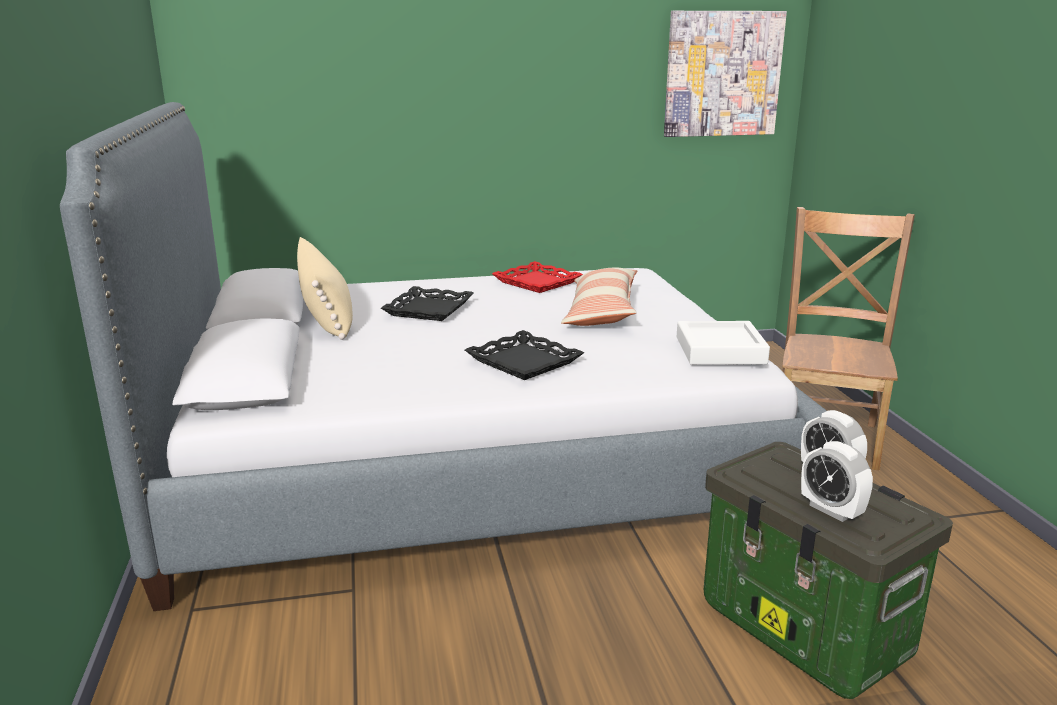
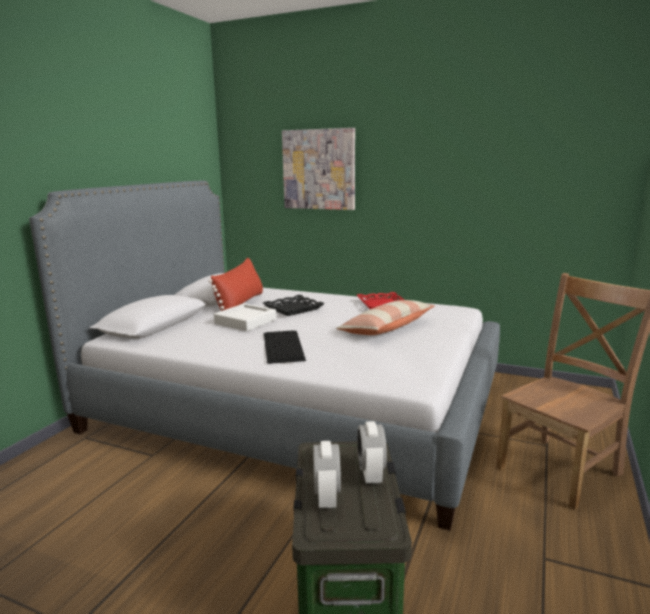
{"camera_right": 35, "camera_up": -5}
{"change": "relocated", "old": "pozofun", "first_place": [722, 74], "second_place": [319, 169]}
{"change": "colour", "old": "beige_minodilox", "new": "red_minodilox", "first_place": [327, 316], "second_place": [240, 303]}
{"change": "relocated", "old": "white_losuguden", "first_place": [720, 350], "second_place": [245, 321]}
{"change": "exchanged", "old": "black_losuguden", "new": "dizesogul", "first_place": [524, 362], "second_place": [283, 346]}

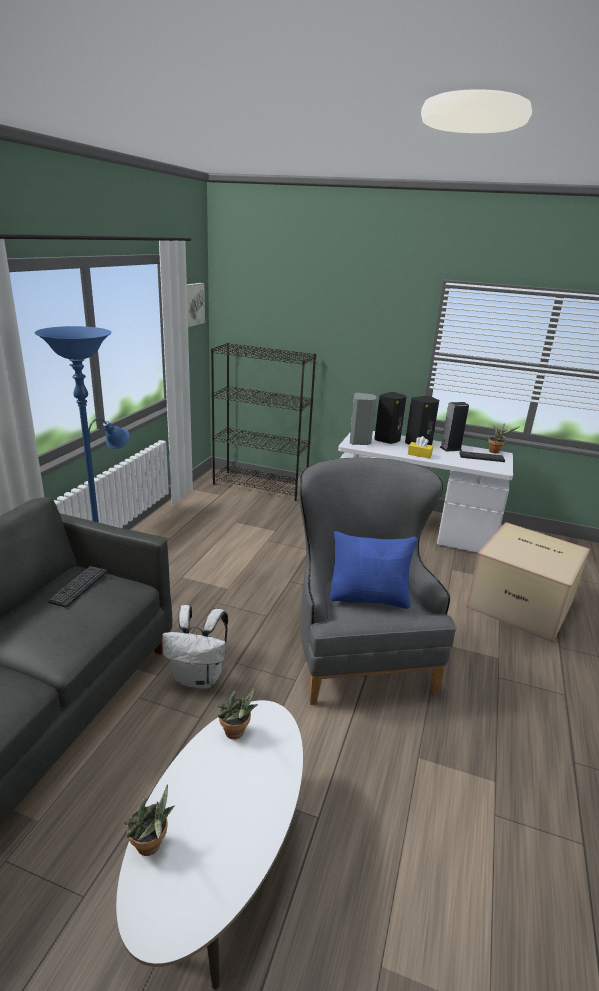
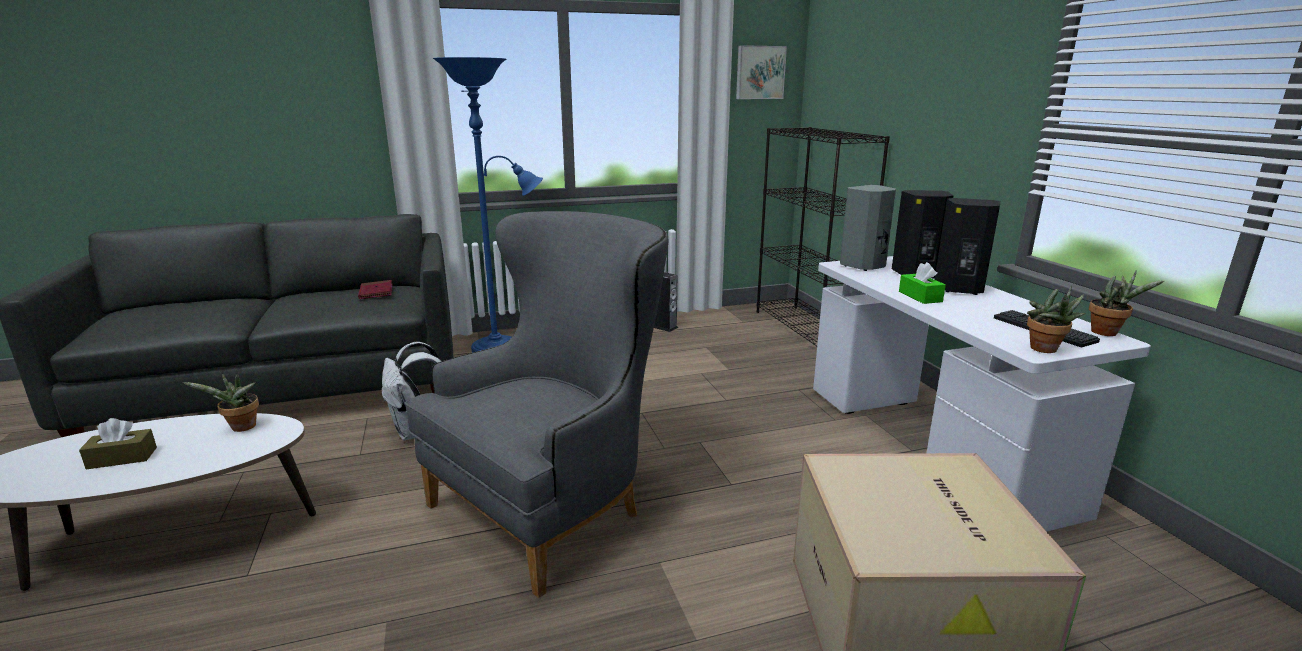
{"camera_right": 55, "camera_up": -5}
{"change": "relocated", "old": "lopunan", "first_place": [450, 448], "second_place": [665, 327]}
{"change": "colour", "old": "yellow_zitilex", "new": "green_zitilex", "first_place": [419, 454], "second_place": [920, 296]}
{"change": "missing", "old": "blue_minodilox", "first_place": [369, 598]}
{"change": "exchanged", "old": "dizesogul", "new": "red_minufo", "first_place": [79, 586], "second_place": [376, 292]}
{"change": "relocated", "old": "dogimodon", "first_place": [151, 846], "second_place": [1046, 350]}
{"change": "appeared", "new": "brown_zitilex", "second_place": [122, 458]}

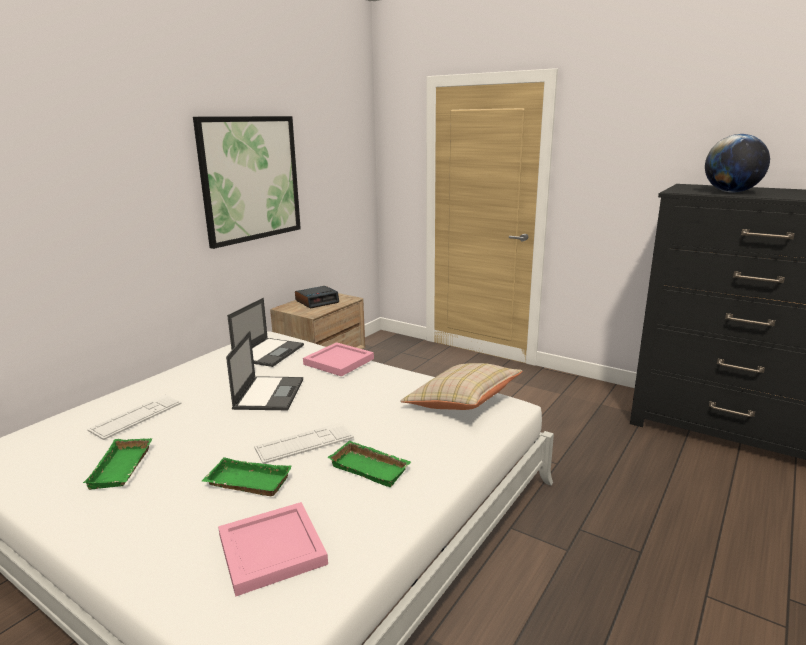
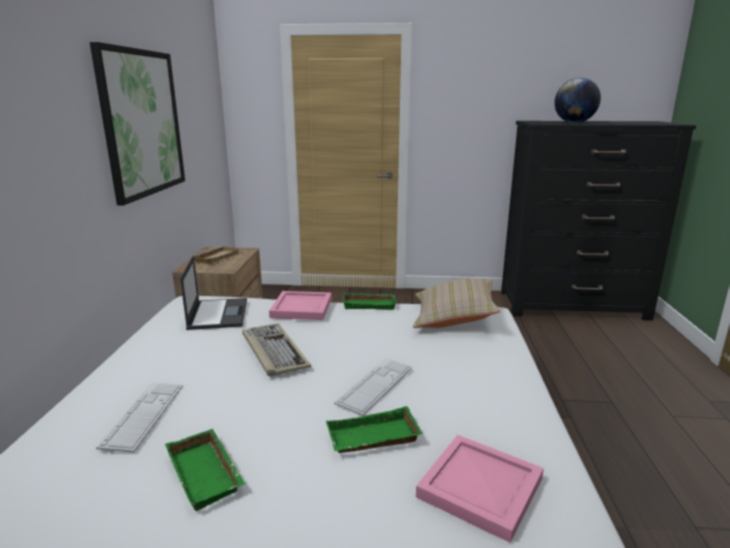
{"camera_right": -30, "camera_up": 0}
{"change": "exchanged", "old": "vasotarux", "new": "beige_losuguden", "first_place": [317, 301], "second_place": [216, 257]}
{"change": "exchanged", "old": "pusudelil", "new": "dizesogul", "first_place": [269, 393], "second_place": [273, 351]}
{"change": "relocated", "old": "green_losuguden", "first_place": [371, 467], "second_place": [369, 304]}

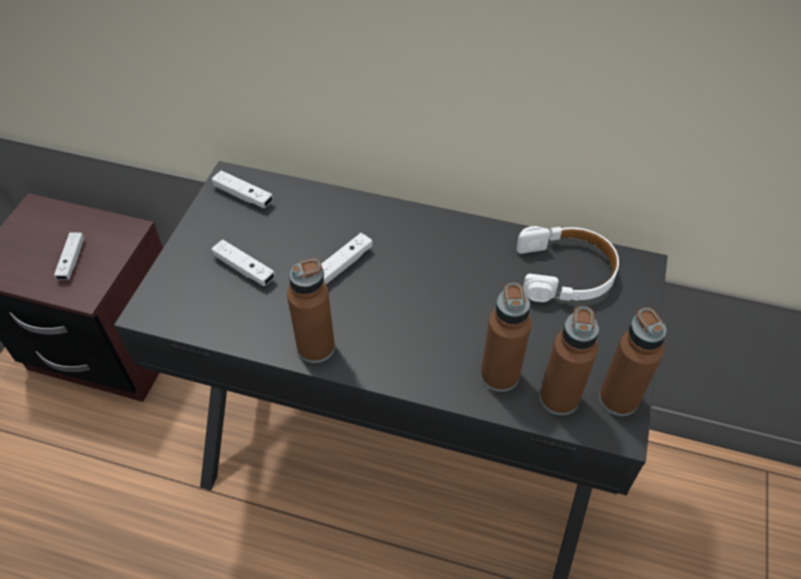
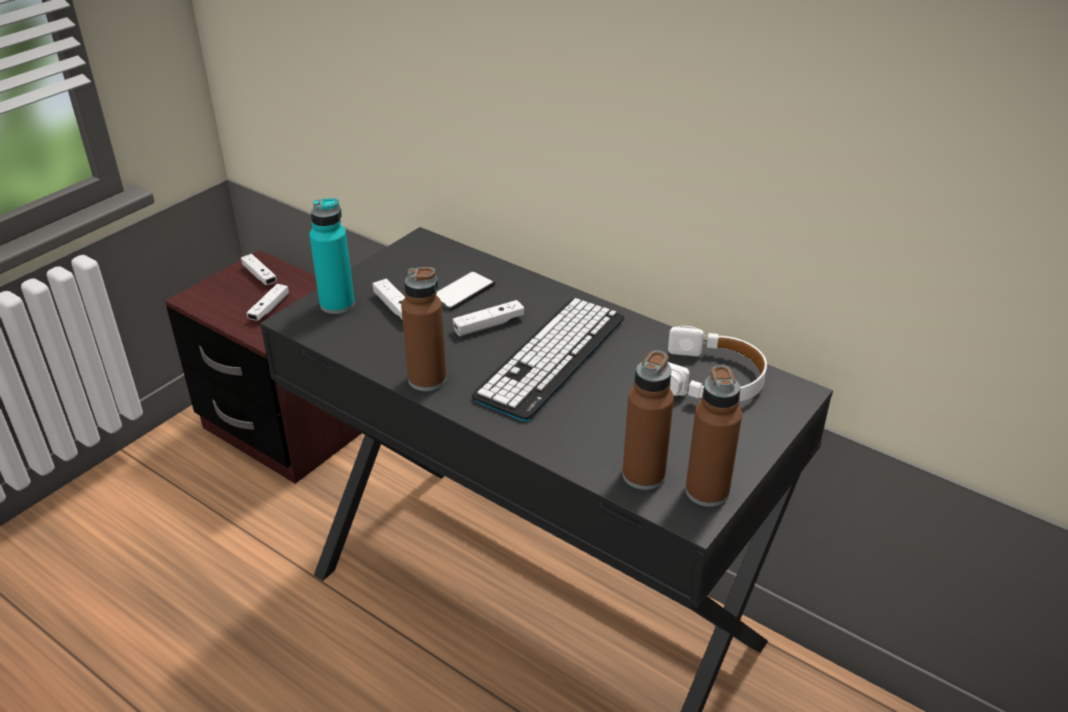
{"camera_right": 20, "camera_up": -15}
{"change": "relocated", "old": "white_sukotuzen", "first_place": [243, 196], "second_place": [259, 275]}
{"change": "missing", "old": "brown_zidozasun", "first_place": [499, 375]}
{"change": "appeared", "new": "turquoise_zidozasun", "second_place": [337, 304]}
{"change": "appeared", "new": "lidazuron", "second_place": [461, 291]}
{"change": "appeared", "new": "dizesogul", "second_place": [551, 358]}

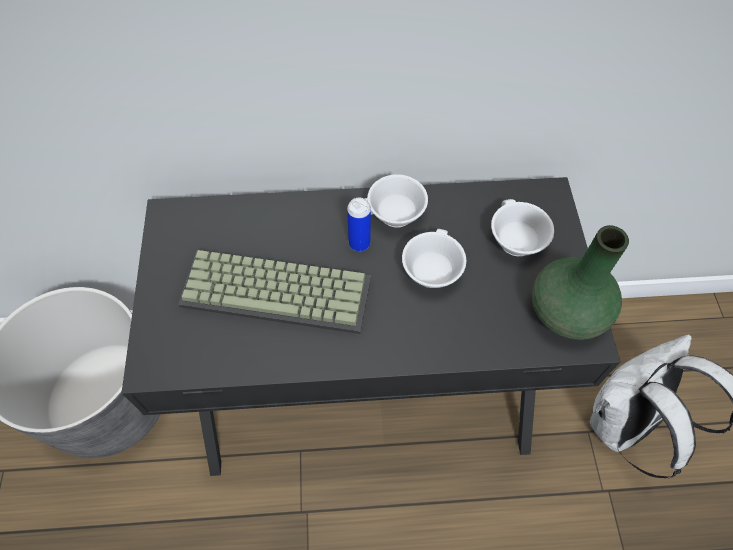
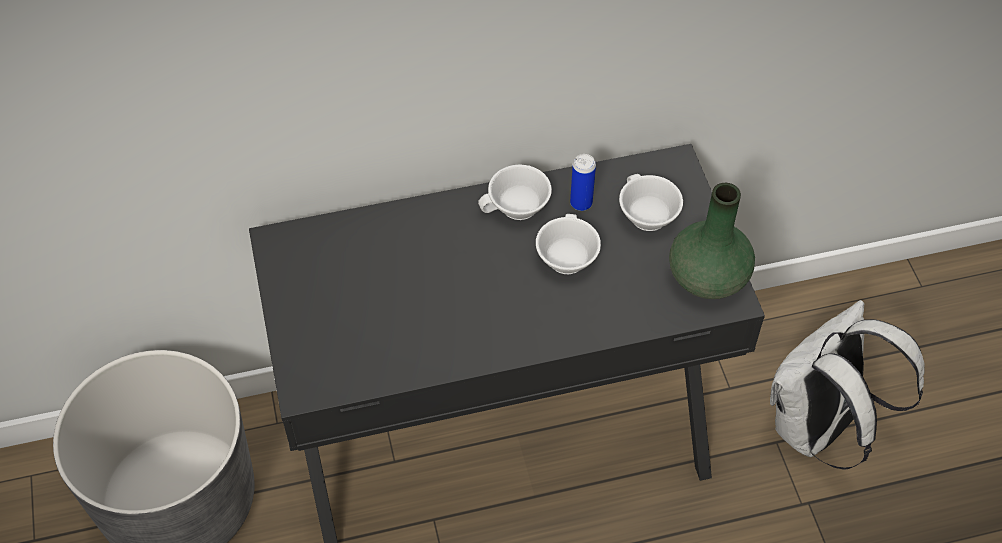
{"camera_right": -10, "camera_up": -5}
{"change": "relocated", "old": "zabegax", "first_place": [359, 243], "second_place": [581, 203]}
{"change": "missing", "old": "dizesogul", "first_place": [279, 289]}

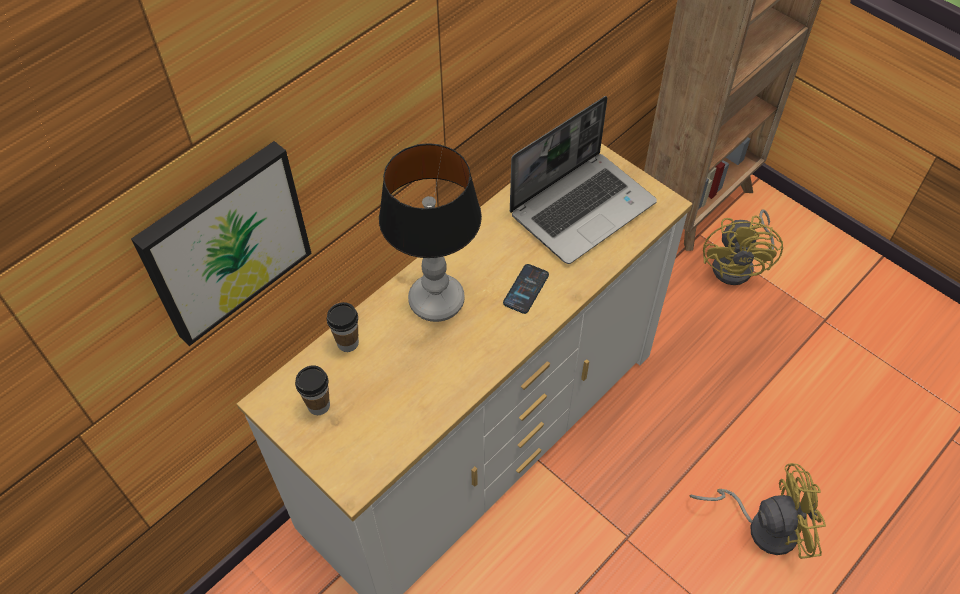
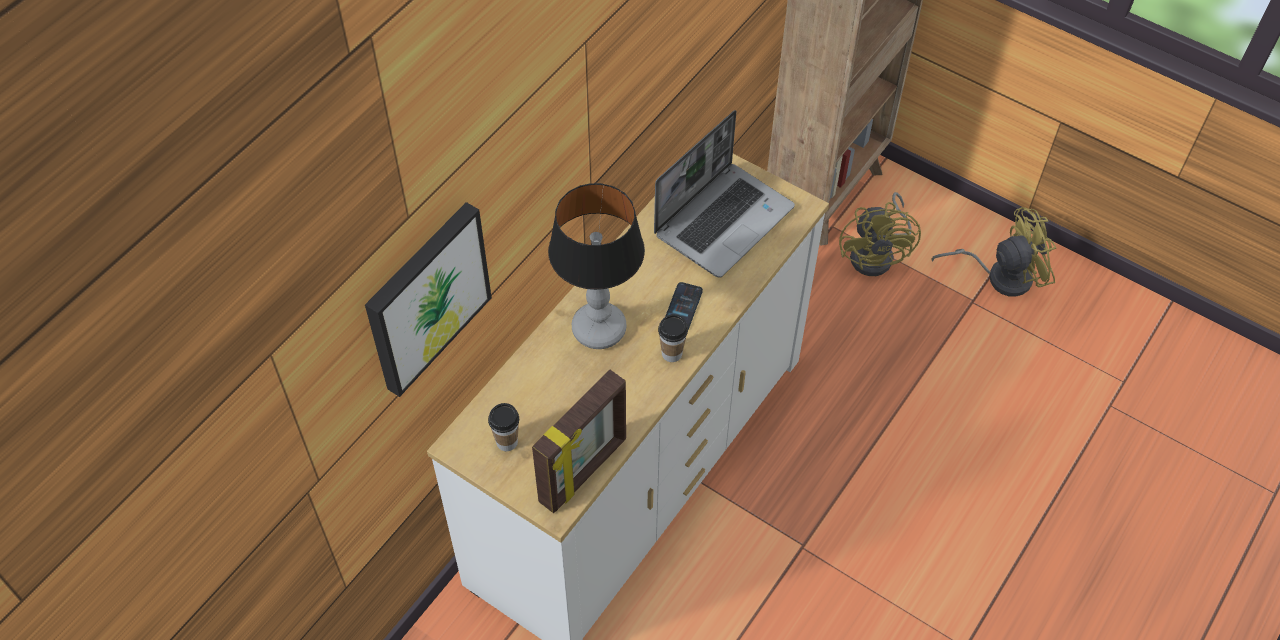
{"camera_right": -10, "camera_up": 0}
{"change": "relocated", "old": "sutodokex", "first_place": [348, 343], "second_place": [672, 353]}
{"change": "relocated", "old": "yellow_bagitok", "first_place": [763, 525], "second_place": [1000, 275]}
{"change": "appeared", "new": "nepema", "second_place": [584, 471]}

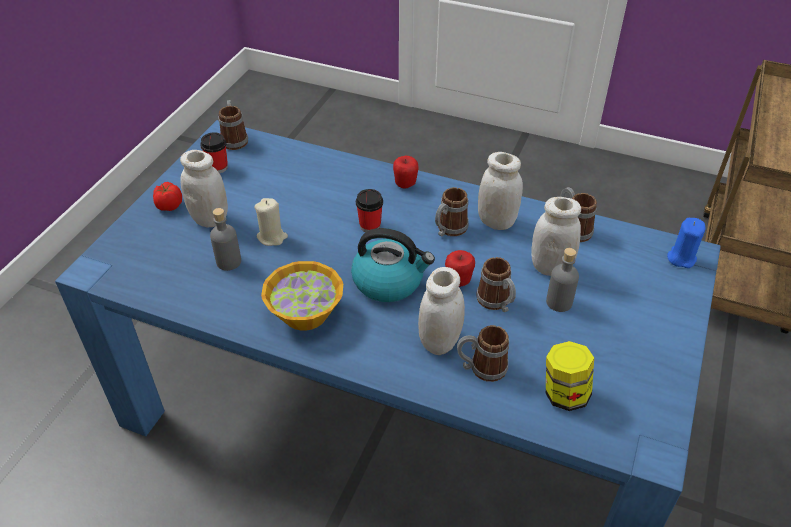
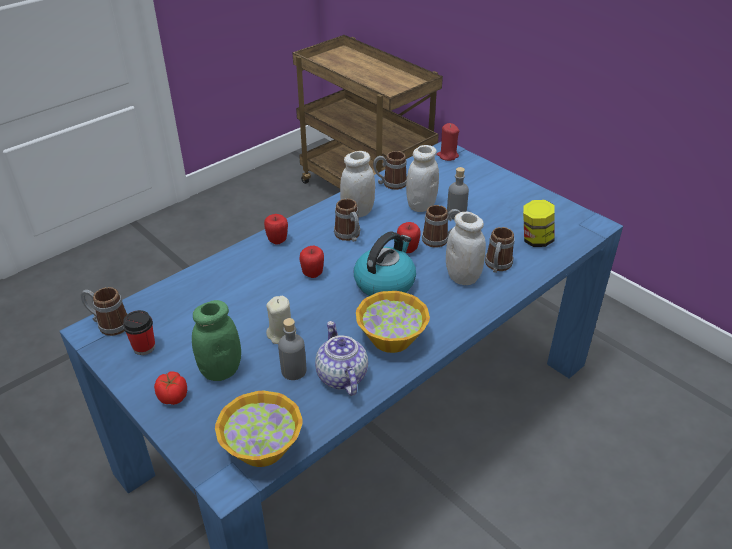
{"camera_right": -65, "camera_up": -5}
{"change": "colour", "old": "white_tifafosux", "new": "green_tifafosux", "first_place": [210, 219], "second_place": [221, 370]}
{"change": "exchanged", "old": "sutodokex", "new": "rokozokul", "first_place": [370, 226], "second_place": [312, 274]}
{"change": "colour", "old": "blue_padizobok", "new": "red_padizobok", "first_place": [681, 258], "second_place": [447, 156]}
{"change": "appeared", "new": "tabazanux", "second_place": [341, 376]}
{"change": "appeared", "new": "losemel", "second_place": [261, 447]}

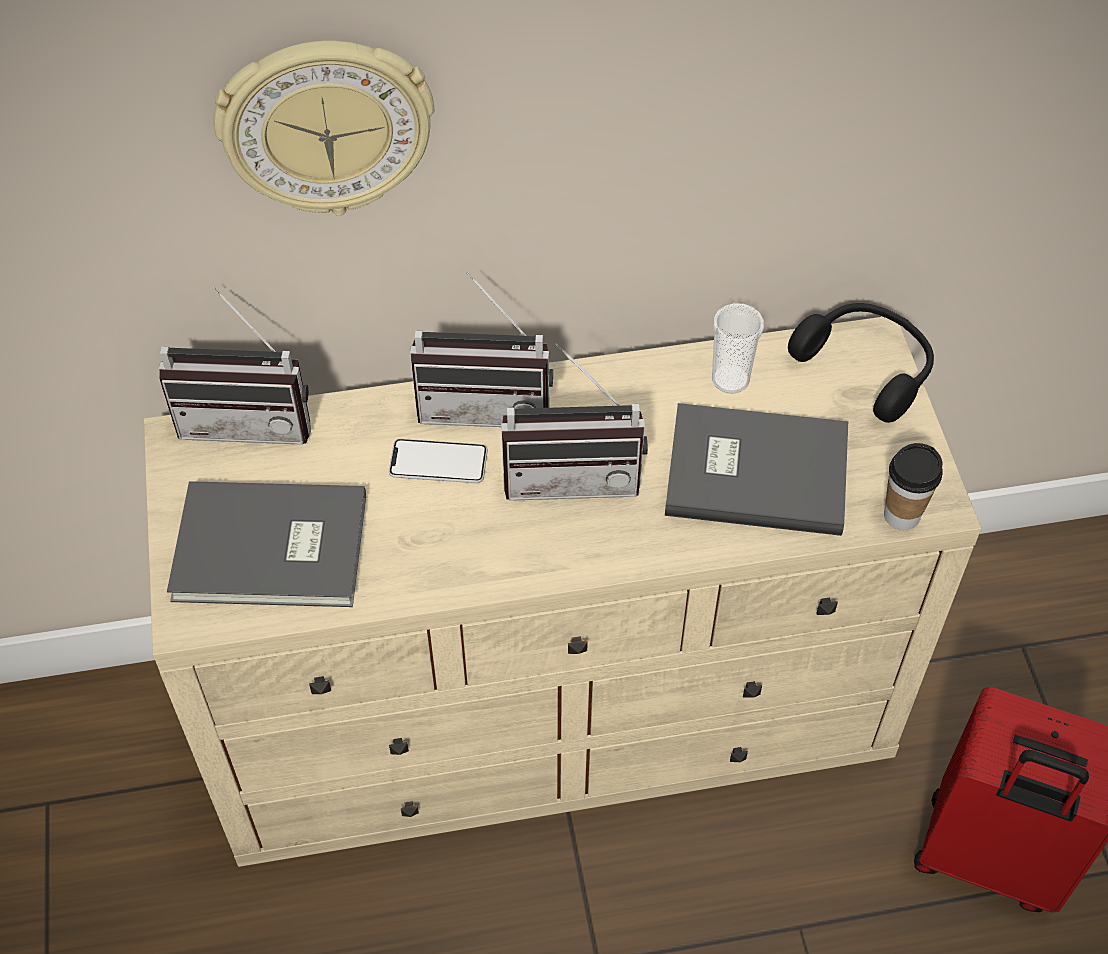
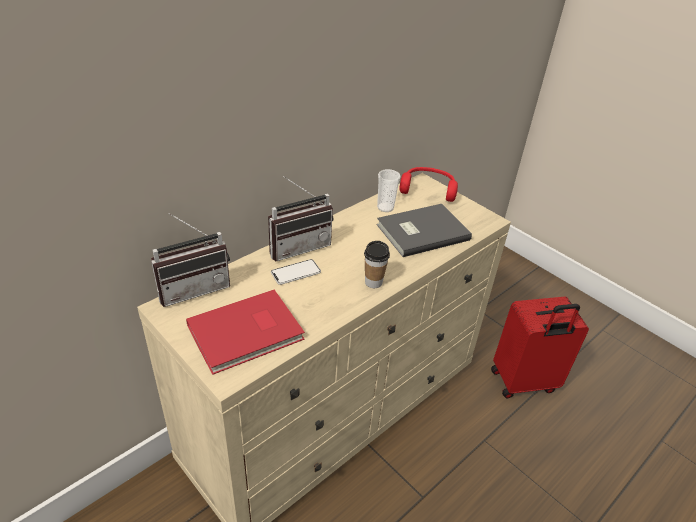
{"camera_right": -35, "camera_up": -15}
{"change": "missing", "old": "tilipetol", "first_place": [326, 126]}
{"change": "colour", "old": "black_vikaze", "new": "red_vikaze", "first_place": [867, 367], "second_place": [428, 189]}
{"change": "missing", "old": "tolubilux", "first_place": [573, 474]}
{"change": "relocated", "old": "sutodokex", "first_place": [901, 515], "second_place": [373, 282]}
{"change": "colour", "old": "grey_minufo", "new": "red_minufo", "first_place": [273, 552], "second_place": [248, 333]}

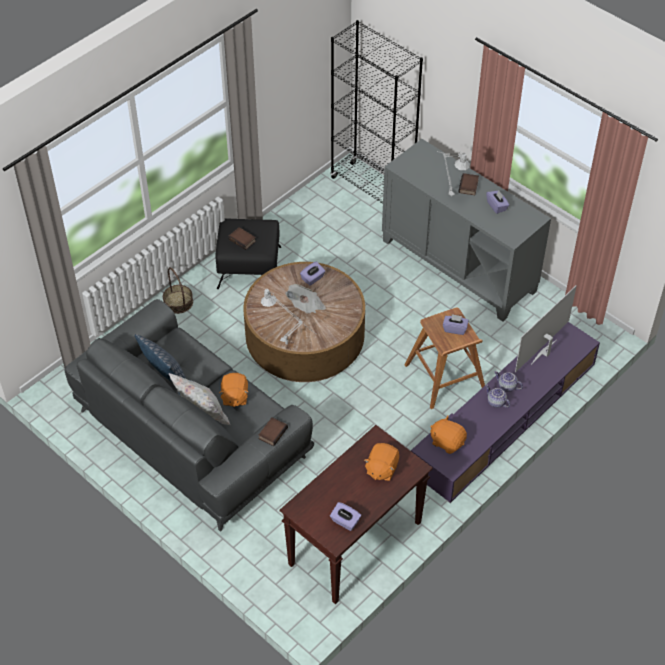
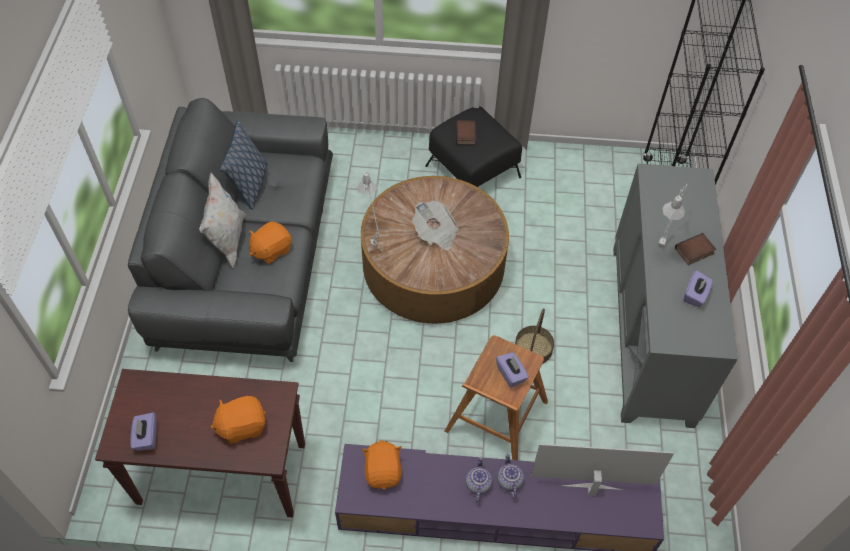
{"camera_right": 50, "camera_up": 5}
{"change": "missing", "old": "purple_zitilex", "first_place": [313, 278]}
{"change": "relocated", "old": "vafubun", "first_place": [178, 302], "second_place": [533, 348]}
{"change": "missing", "old": "minufo", "first_place": [272, 433]}

